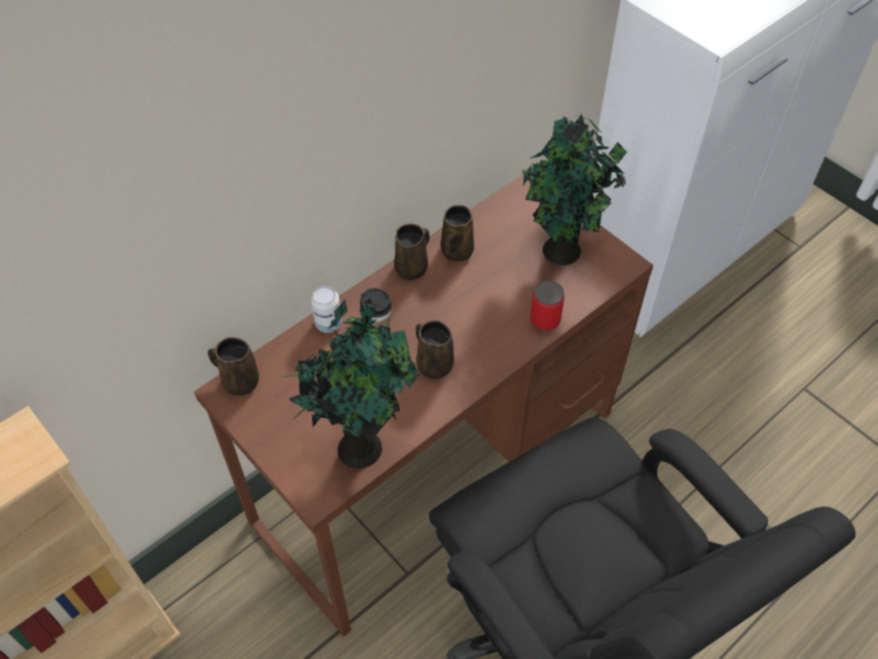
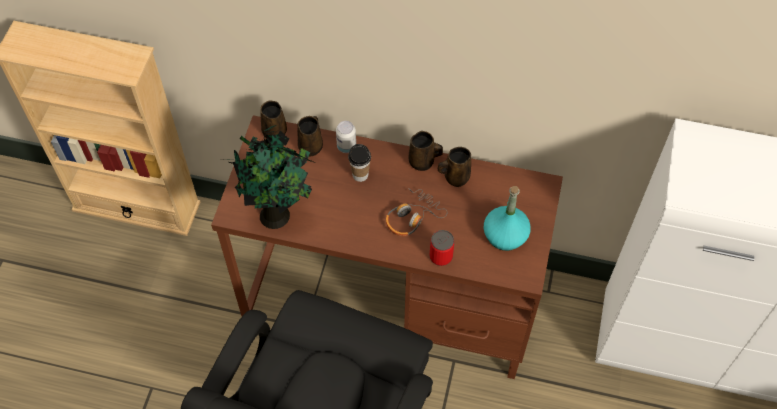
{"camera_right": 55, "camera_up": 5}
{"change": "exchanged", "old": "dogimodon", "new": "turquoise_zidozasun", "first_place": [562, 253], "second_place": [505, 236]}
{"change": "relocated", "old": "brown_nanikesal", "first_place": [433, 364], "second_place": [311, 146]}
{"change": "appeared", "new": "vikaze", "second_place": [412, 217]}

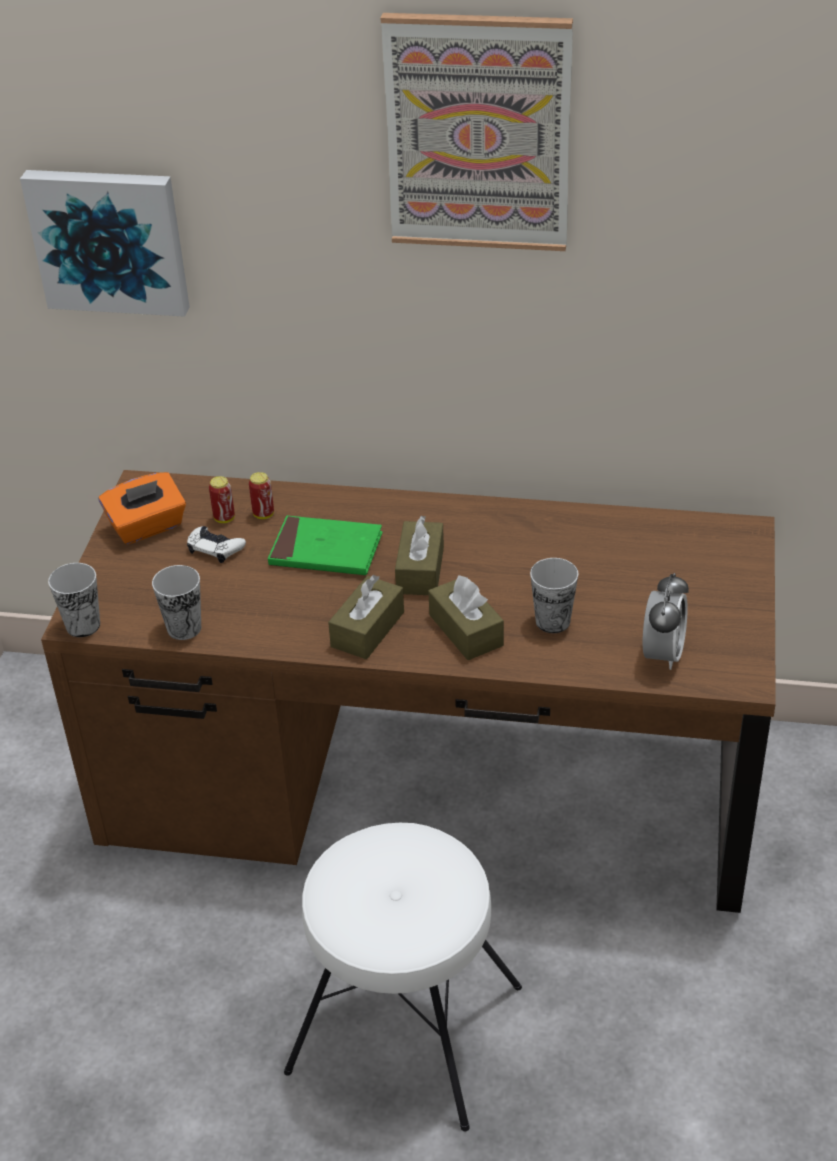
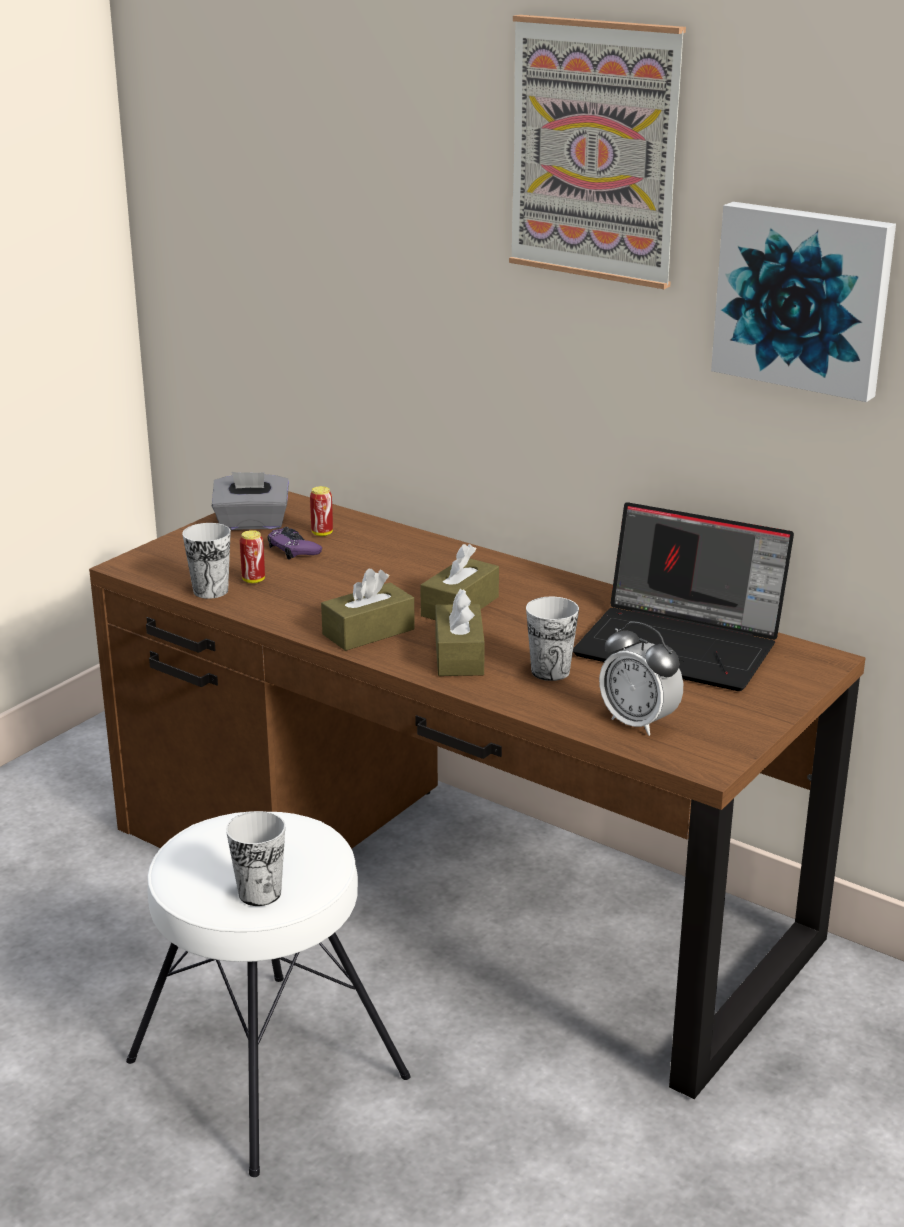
{"camera_right": 25, "camera_up": -15}
{"change": "relocated", "old": "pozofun", "first_place": [109, 240], "second_place": [803, 298]}
{"change": "colour", "old": "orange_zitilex", "new": "grey_zitilex", "first_place": [147, 527], "second_place": [252, 523]}
{"change": "relocated", "old": "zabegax", "first_place": [263, 514], "second_place": [253, 580]}
{"change": "missing", "old": "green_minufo", "first_place": [326, 550]}
{"change": "colour", "old": "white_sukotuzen", "new": "purple_sukotuzen", "first_place": [215, 548], "second_place": [293, 549]}
{"change": "relocated", "old": "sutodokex", "first_place": [83, 625], "second_place": [260, 893]}
{"change": "spun", "old": "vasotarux", "first_place": [662, 654], "second_place": [638, 722], "degrees": 90}
{"change": "appeared", "new": "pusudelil", "second_place": [682, 645]}

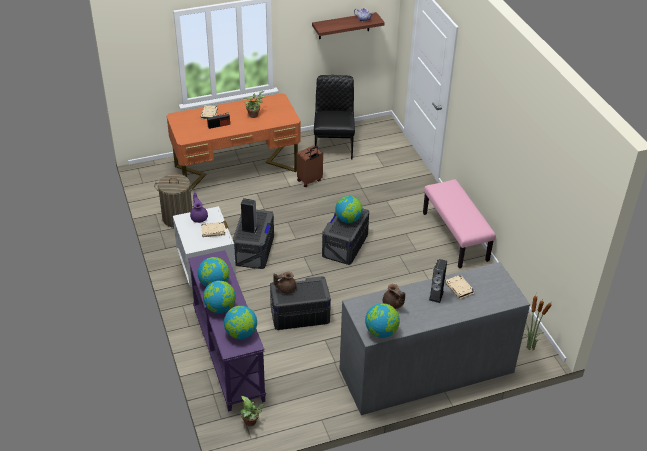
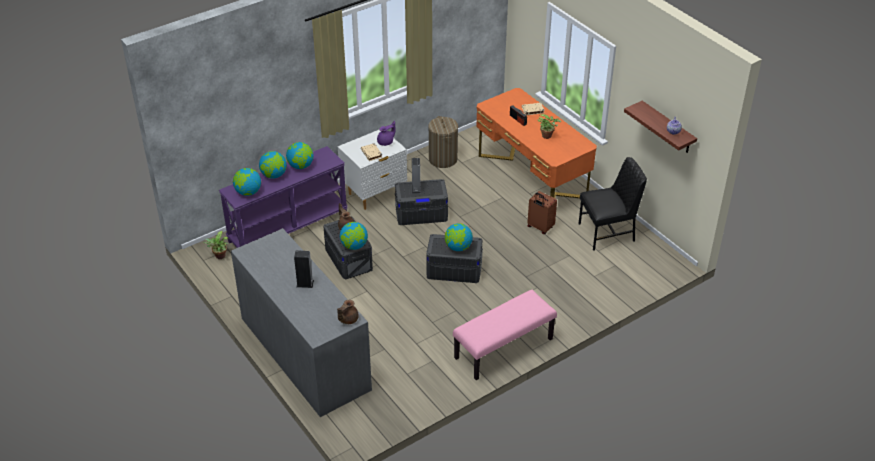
{"camera_right": 75, "camera_up": 0}
{"change": "missing", "old": "beige_minufo", "first_place": [459, 288]}
{"change": "relocated", "old": "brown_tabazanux", "first_place": [393, 304], "second_place": [347, 319]}
{"change": "missing", "old": "dogimodon", "first_place": [529, 347]}
{"change": "relocated", "old": "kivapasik", "first_place": [381, 332], "second_place": [354, 246]}

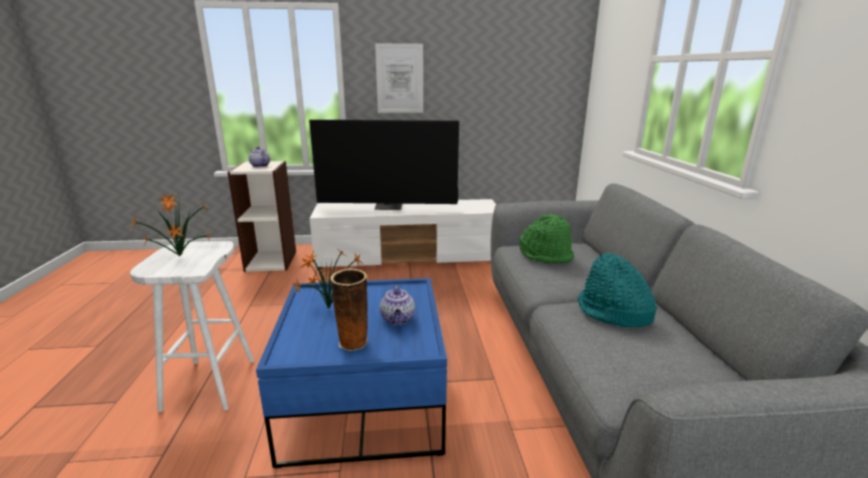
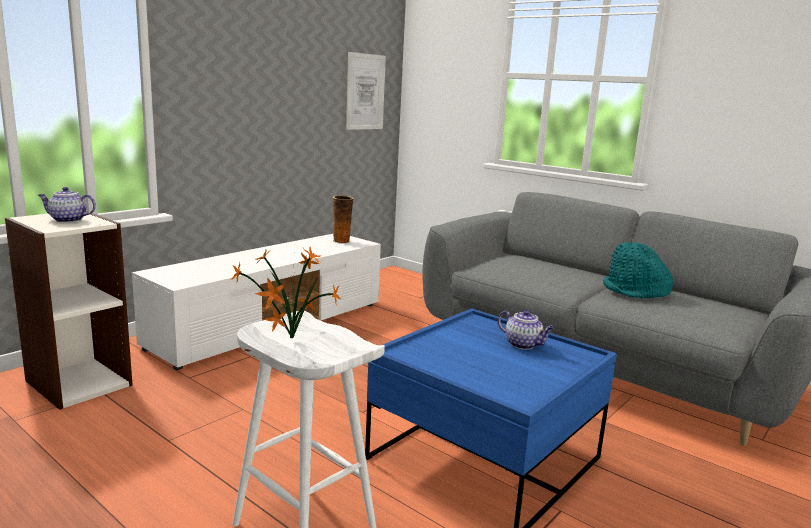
{"camera_right": -45, "camera_up": -5}
{"change": "relocated", "old": "pozofun", "first_place": [399, 79], "second_place": [365, 92]}
{"change": "missing", "old": "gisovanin", "first_place": [389, 207]}
{"change": "missing", "old": "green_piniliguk", "first_place": [546, 255]}
{"change": "missing", "old": "dogimodon", "first_place": [328, 308]}
{"change": "relocated", "old": "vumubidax", "first_place": [353, 343], "second_place": [342, 241]}

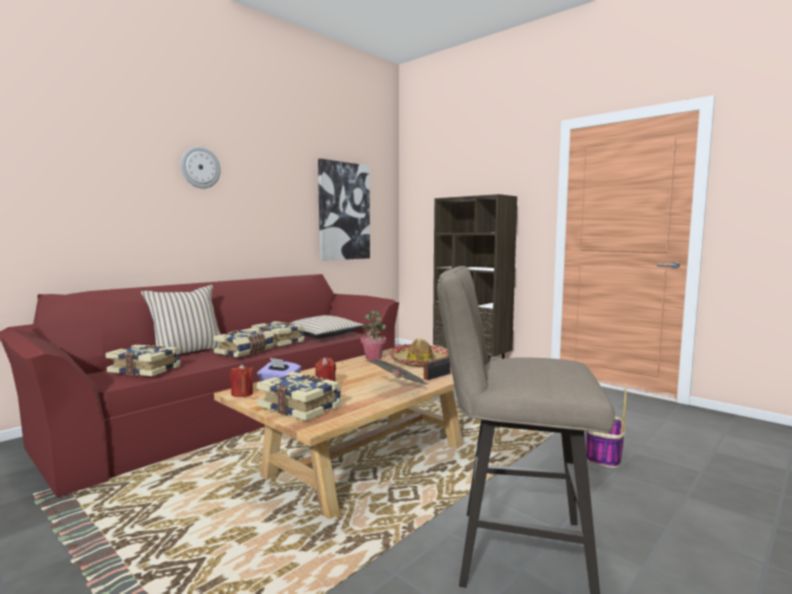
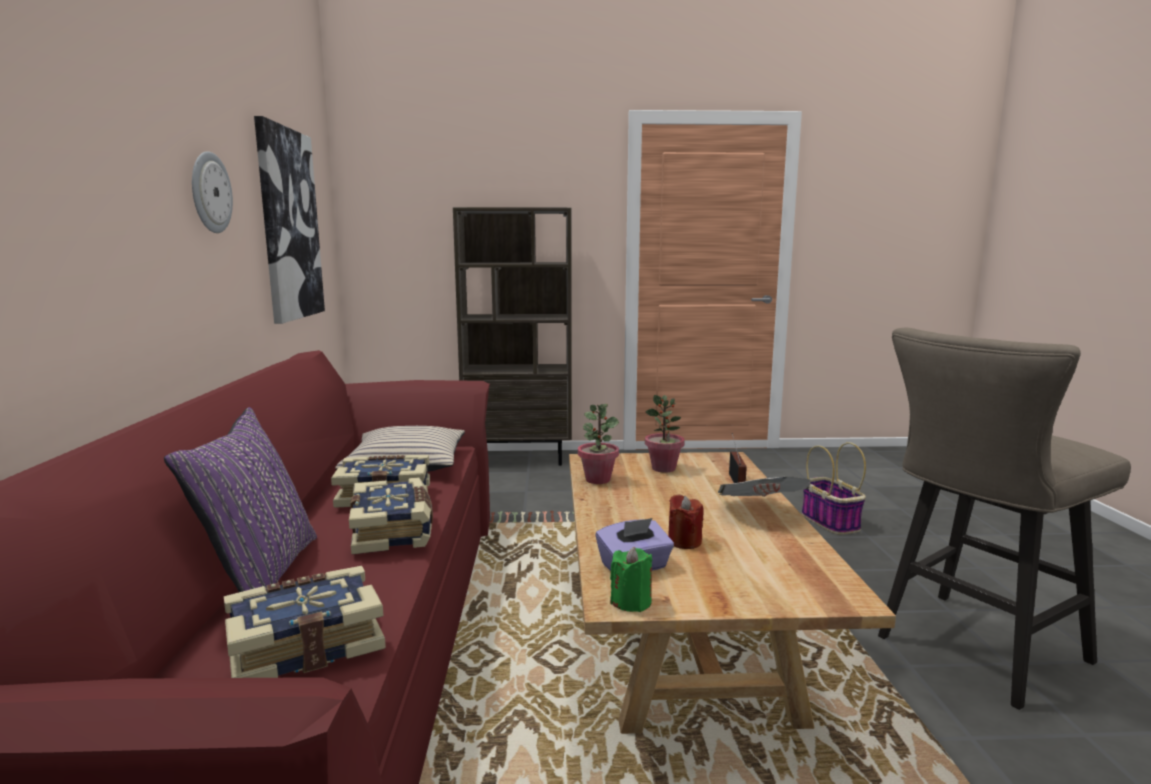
{"camera_right": -45, "camera_up": 5}
{"change": "relocated", "old": "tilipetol", "first_place": [200, 167], "second_place": [210, 192]}
{"change": "colour", "old": "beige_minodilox", "new": "purple_minodilox", "first_place": [187, 352], "second_place": [259, 575]}
{"change": "exchanged", "old": "piniliguk", "new": "dogimodon", "first_place": [420, 362], "second_place": [663, 468]}
{"change": "colour", "old": "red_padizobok", "new": "green_padizobok", "first_place": [242, 394], "second_place": [631, 602]}
{"change": "missing", "old": "minufo", "first_place": [301, 407]}

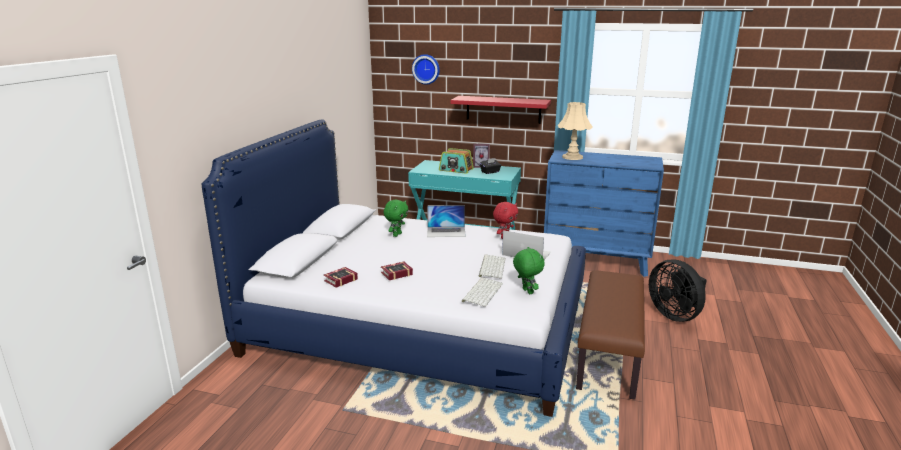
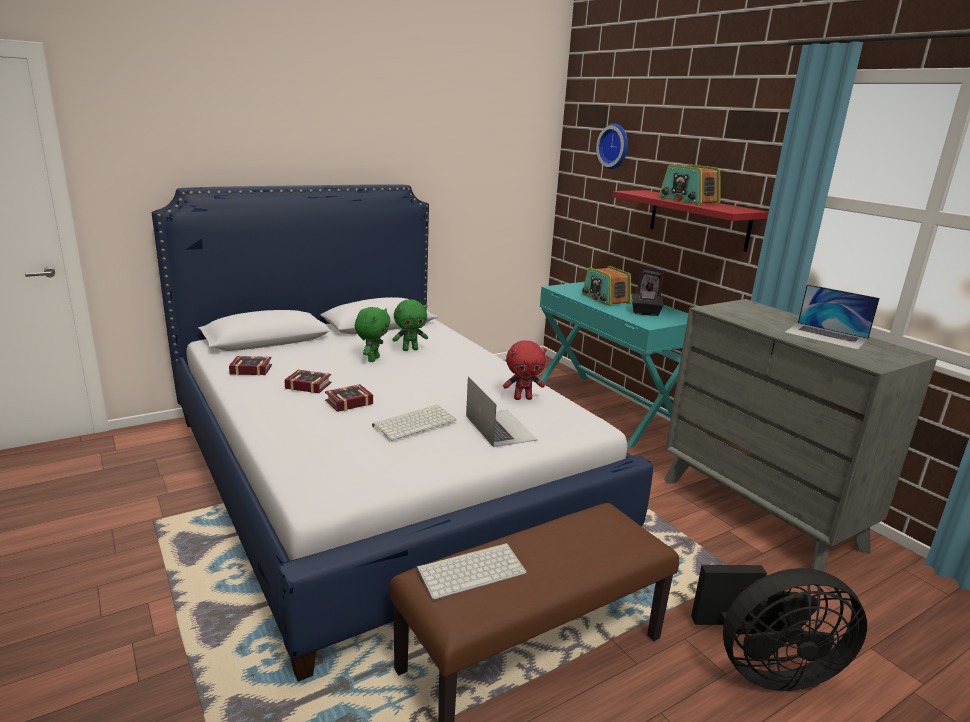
{"camera_right": 40, "camera_up": 0}
{"change": "missing", "old": "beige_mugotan", "first_place": [572, 157]}
{"change": "colour", "old": "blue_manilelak", "new": "grey_manilelak", "first_place": [596, 261], "second_place": [759, 513]}
{"change": "relocated", "old": "pusudelil", "first_place": [446, 232], "second_place": [826, 336]}
{"change": "relocated", "old": "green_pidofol", "first_place": [526, 291], "second_place": [373, 359]}
{"change": "spun", "old": "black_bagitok", "first_place": [675, 315], "second_place": [765, 669], "degrees": -105}
{"change": "relocated", "old": "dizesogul", "first_place": [482, 292], "second_place": [472, 570]}
{"change": "appeared", "new": "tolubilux", "second_place": [688, 201]}
{"change": "appeared", "new": "minufo", "second_place": [347, 402]}

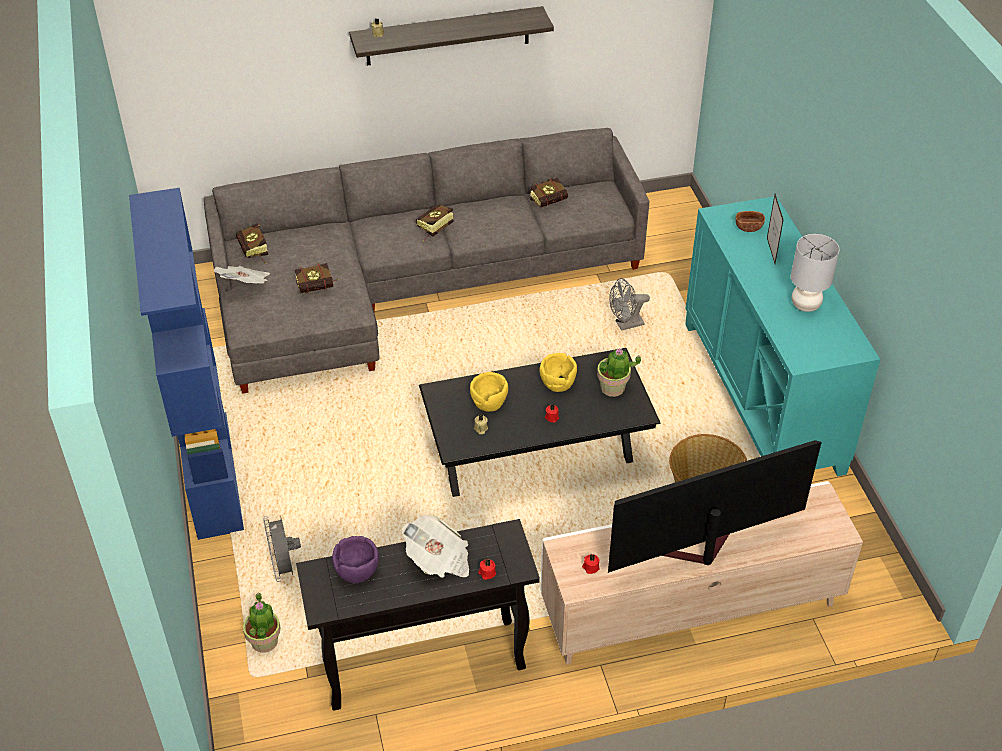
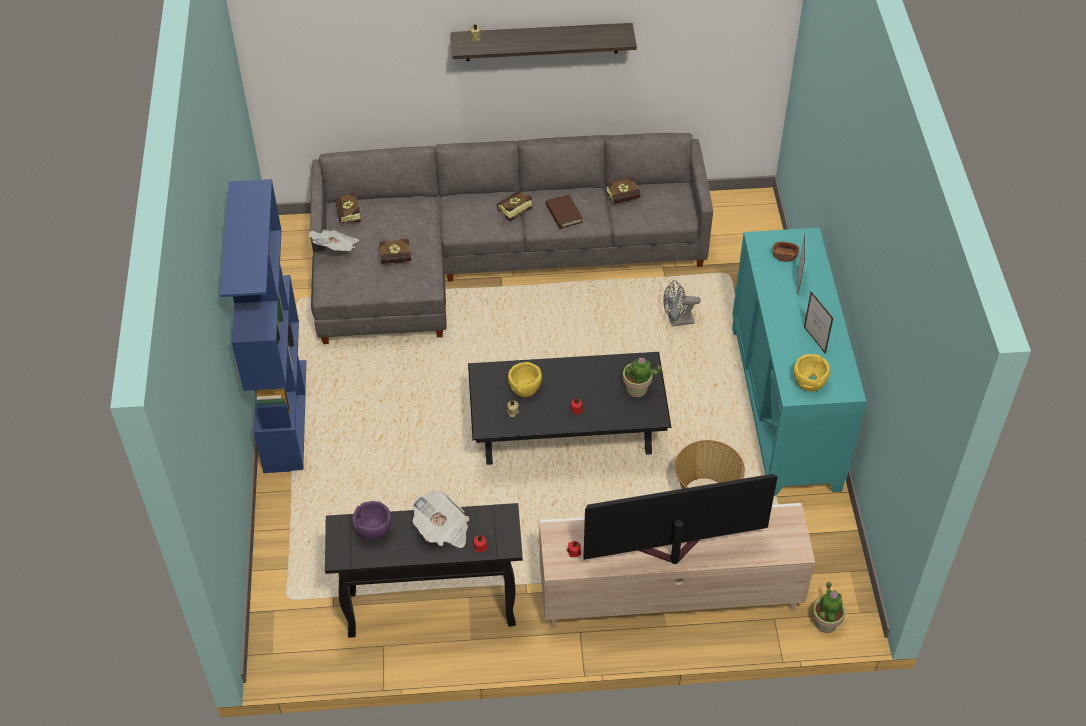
{"camera_right": 10, "camera_up": 5}
{"change": "exchanged", "old": "grey_mugotan", "new": "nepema", "first_place": [806, 305], "second_place": [814, 340]}
{"change": "relocated", "old": "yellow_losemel", "first_place": [557, 383], "second_place": [809, 382]}
{"change": "missing", "old": "grey_bagitok", "first_place": [284, 567]}
{"change": "relocated", "old": "dogimodon", "first_place": [265, 641], "second_place": [826, 622]}
{"change": "appeared", "new": "brown_minufo", "second_place": [563, 213]}

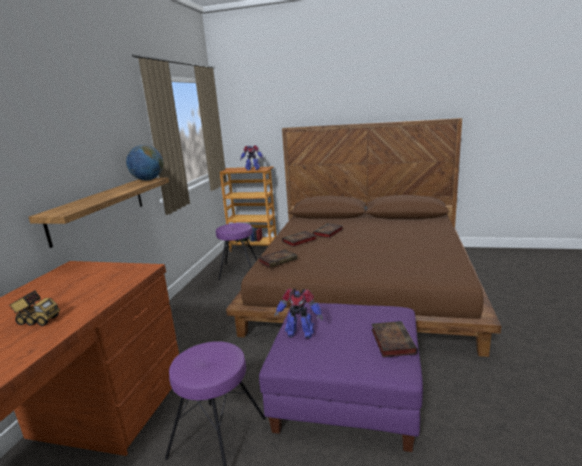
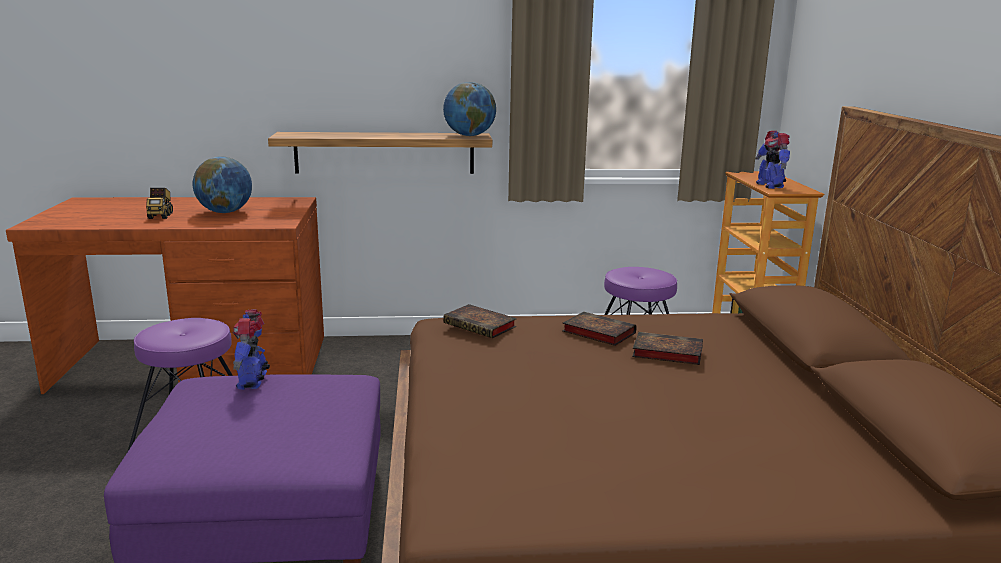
{"camera_right": 70, "camera_up": 0}
{"change": "missing", "old": "minufo", "first_place": [392, 341]}
{"change": "appeared", "new": "kivapasik", "second_place": [225, 212]}

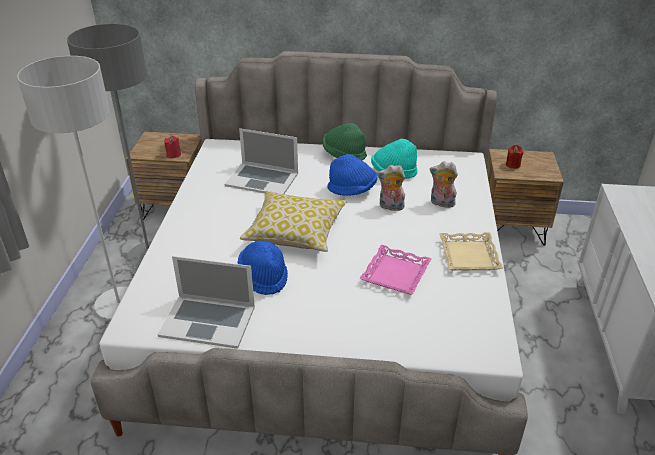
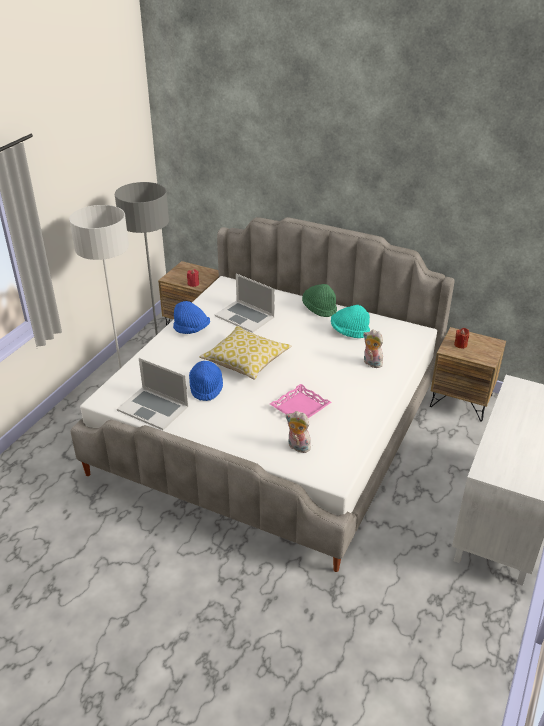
{"camera_right": 20, "camera_up": 0}
{"change": "relocated", "old": "blue_piniliguk", "first_place": [352, 190], "second_place": [191, 329]}
{"change": "relocated", "old": "pidofol", "first_place": [390, 207], "second_place": [297, 447]}
{"change": "missing", "old": "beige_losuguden", "first_place": [468, 256]}

